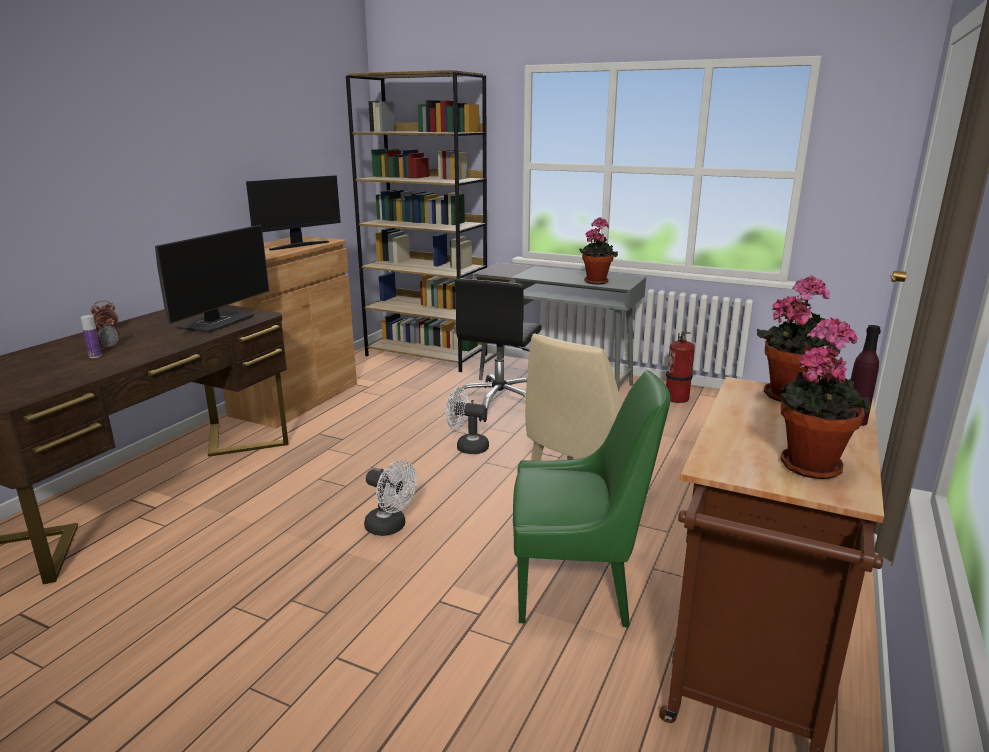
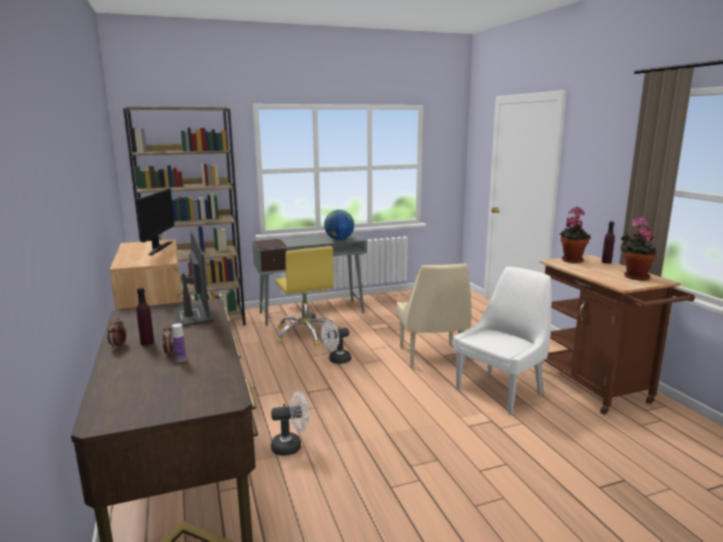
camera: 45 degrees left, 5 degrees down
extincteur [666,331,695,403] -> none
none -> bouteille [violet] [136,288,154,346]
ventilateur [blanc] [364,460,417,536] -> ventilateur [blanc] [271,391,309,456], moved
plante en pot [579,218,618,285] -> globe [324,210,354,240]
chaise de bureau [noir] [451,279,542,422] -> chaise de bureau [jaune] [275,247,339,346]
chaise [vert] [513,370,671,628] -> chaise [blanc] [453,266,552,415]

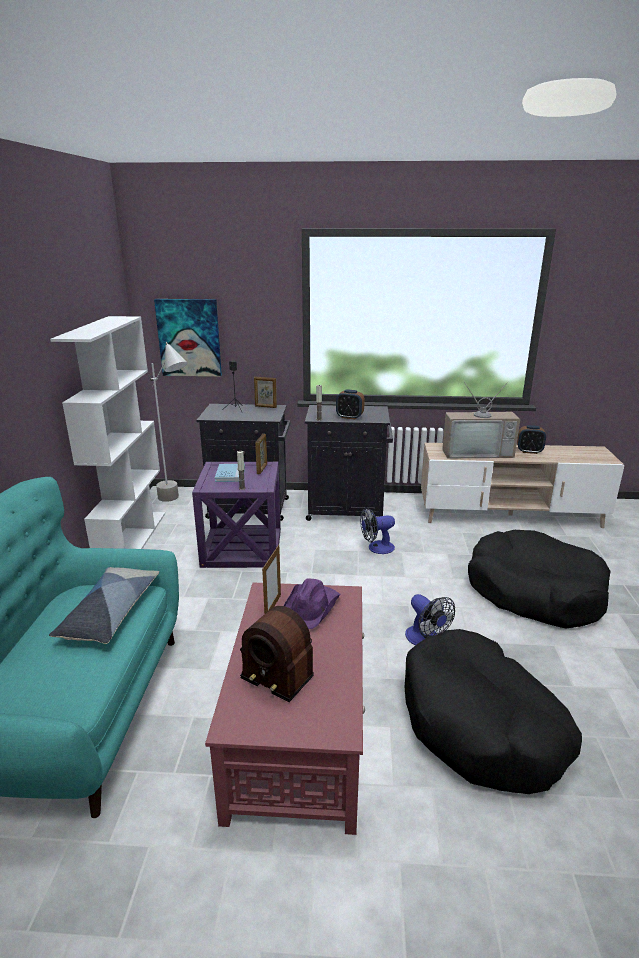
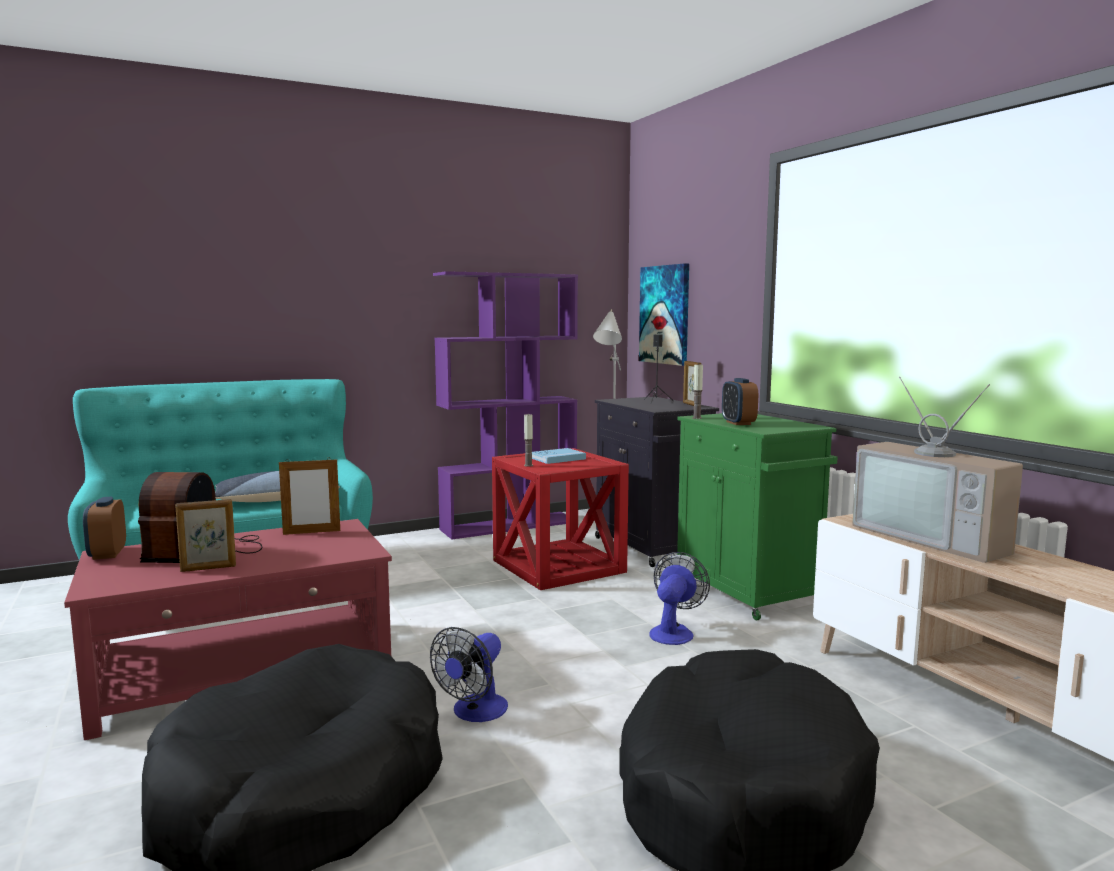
camera: 60 degrees right, 15 degrees down
chapeau [violet] [283,579,340,629] -> none
cadre photo [255,434,267,474] -> cadre photo [175,499,236,572], moved
réveil [517,425,546,454] -> réveil [83,497,126,560], moved
bibliothèque [blanc] [50,316,165,549] -> bibliothèque [violet] [433,271,578,539]
table d'appoint [violet] [192,462,281,568] -> table d'appoint [rouge] [492,448,629,590]
meuble de rangement [noir] [305,405,393,521] -> meuble de rangement [vert] [677,413,838,620]
ventilateur [360,507,395,554] -> ventilateur [649,552,710,645], 75 degrees clockwise

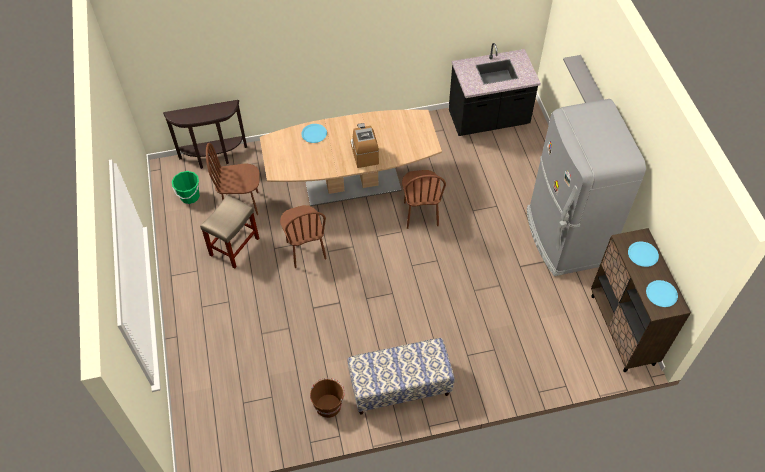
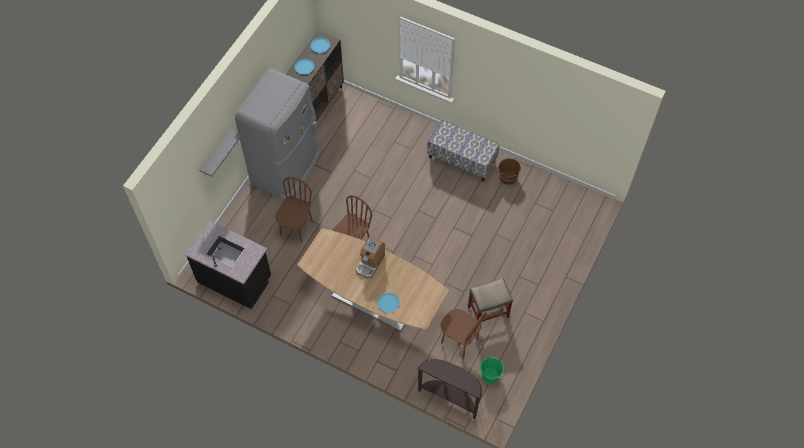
camera: 140 degrees left, 5 degrees up
chaise [marron] [280,205,327,268] -> chaise [marron] [276,177,313,243], moved

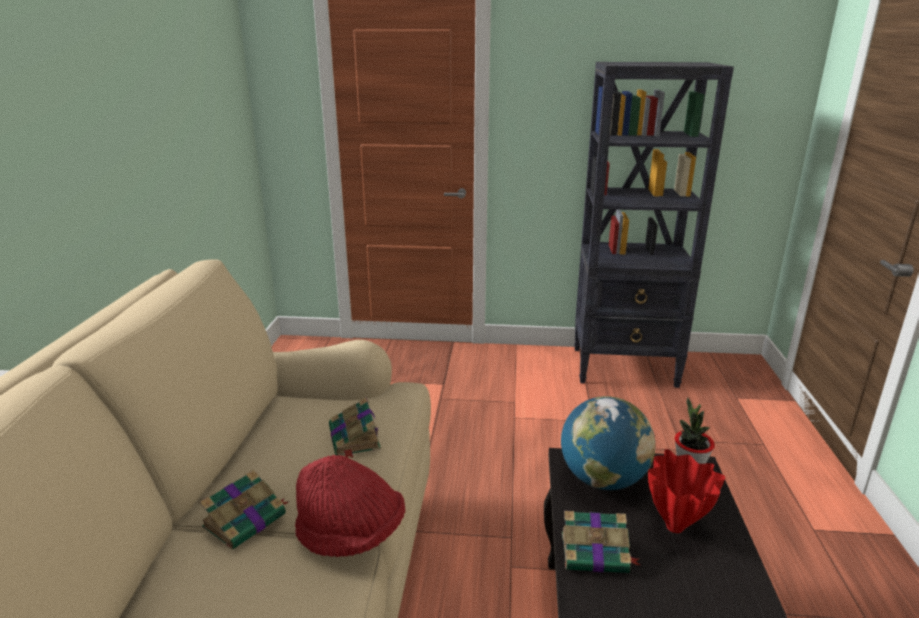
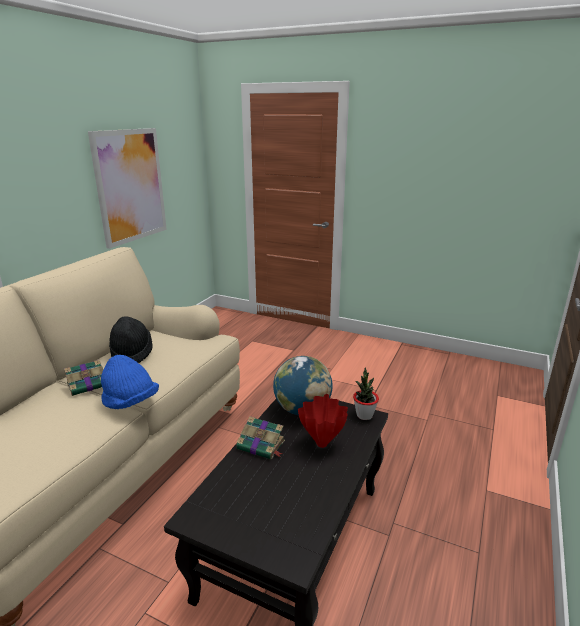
camera: 20 degrees right, 0 degrees up
livre [329,398,381,458] -> none
bibliothèque [noir] [574,62,734,388] -> none
none -> tableau [88,128,167,249]
none -> chapeau [noir] [109,316,153,363]
chapeau [rouge] [295,455,405,557] -> chapeau [bleu] [101,355,159,409]

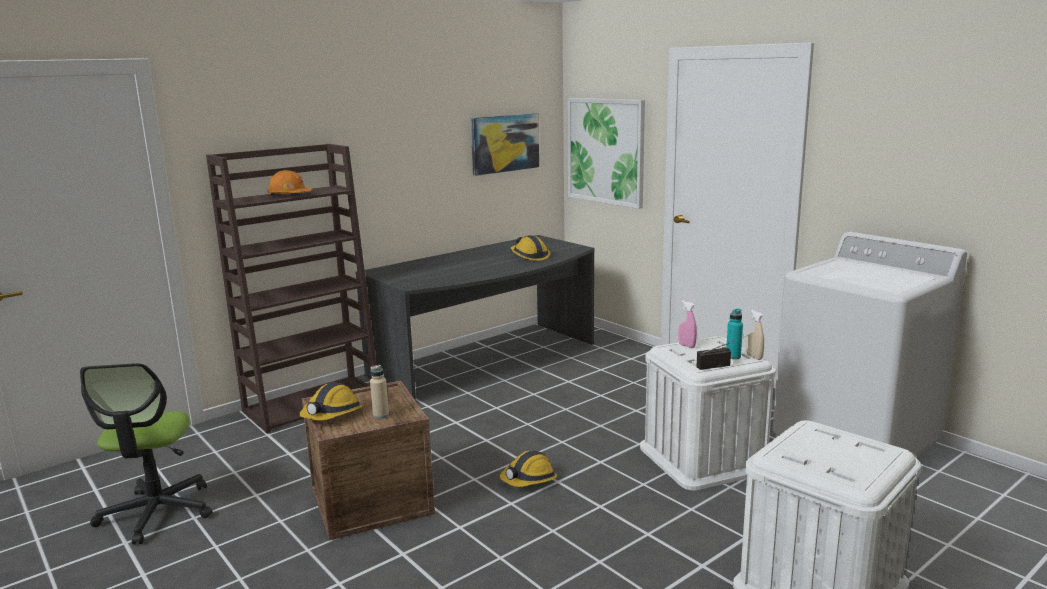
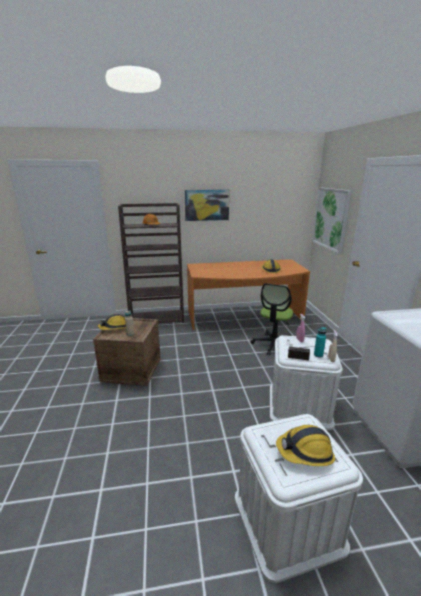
camera: 30 degrees right, 5 degrees up
chaise de bureau [80,363,212,545] -> chaise de bureau [251,283,293,355], moved
tableau [471,113,539,176] -> tableau [184,190,229,221], moved
casque de chantier [500,450,557,487] -> casque de chantier [276,425,335,466], moved
bureau [gris] [355,235,594,401] -> bureau [orange] [187,259,310,330]

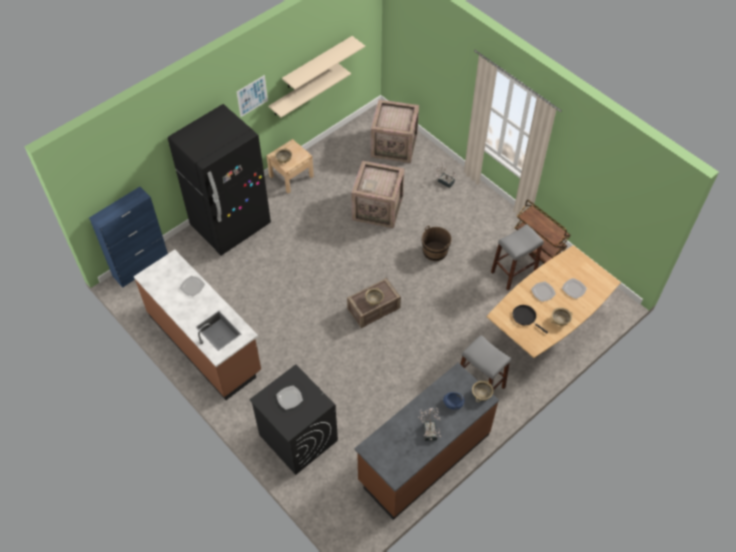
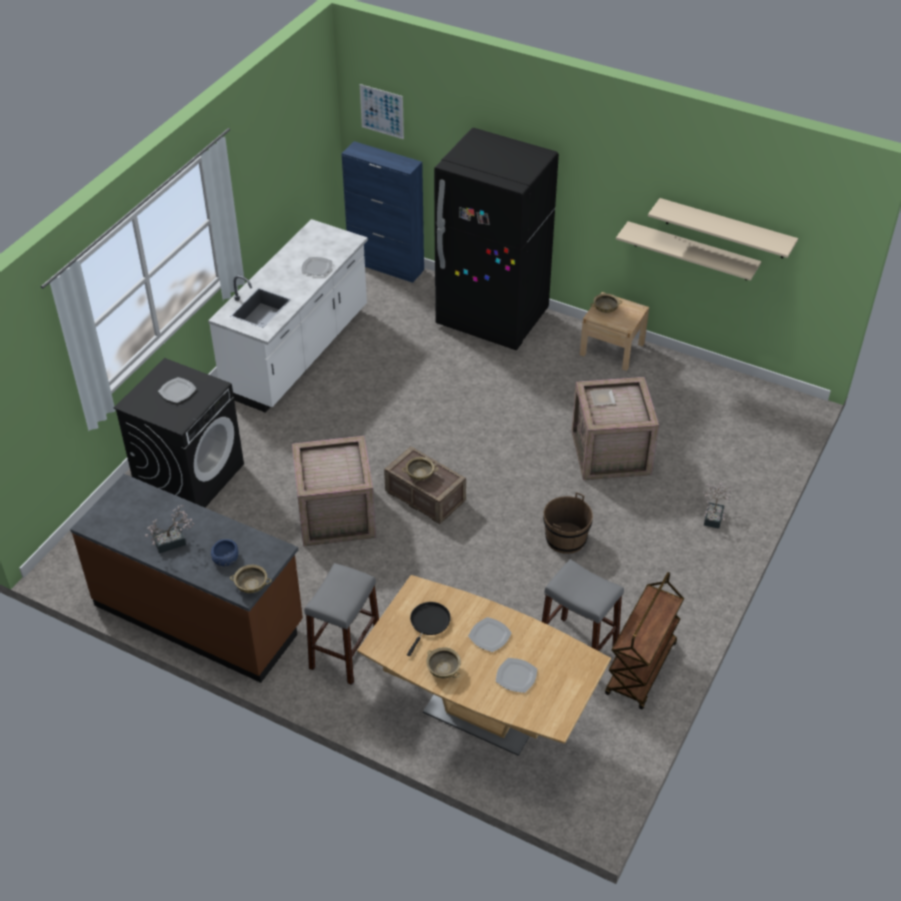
camera: 70 degrees right, 10 degrees down
tableau [237,75,268,117] -> tableau [360,84,404,139], moved
caisse [371,100,419,163] -> caisse [292,436,376,546], moved
comptoir de cuisine [marron] [134,250,261,400] -> comptoir de cuisine [blanc] [208,219,368,413]

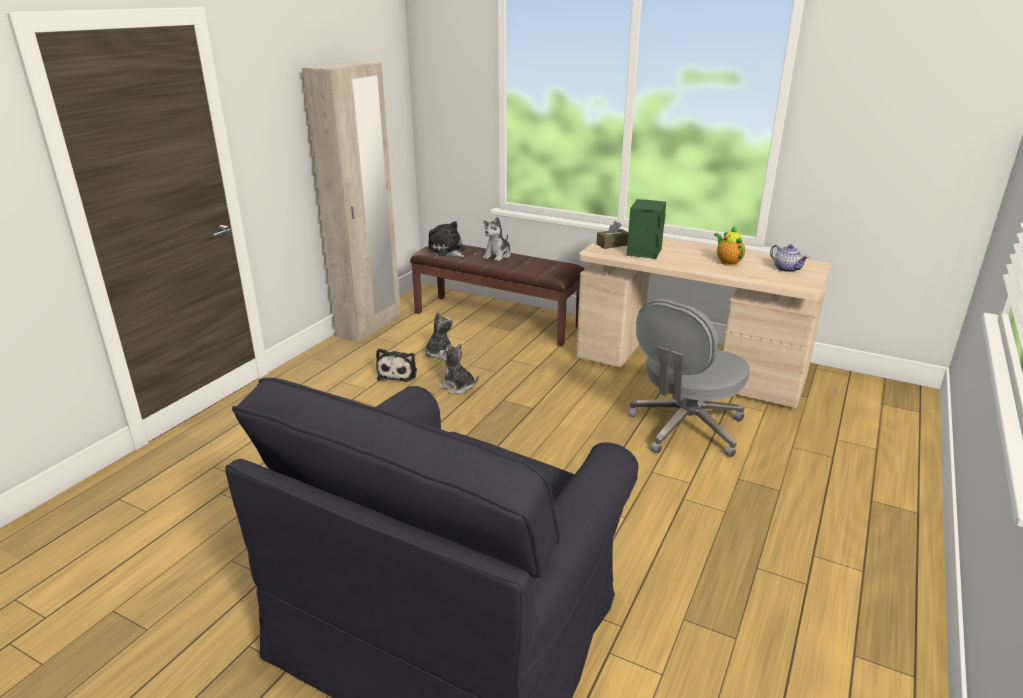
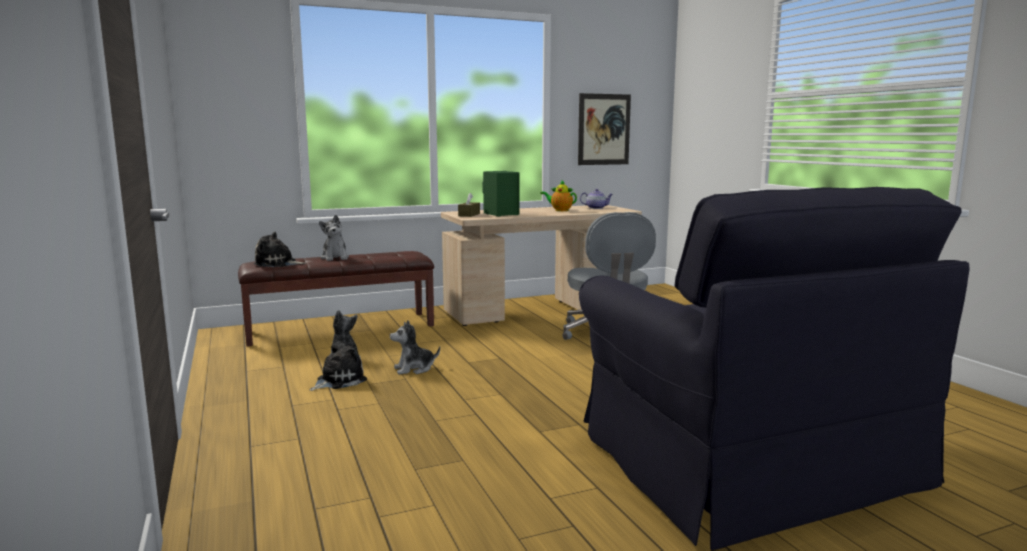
camera: 50 degrees left, 15 degrees down
armoire [beige] [302,61,400,342] -> none
none -> tableau [578,93,631,165]
peluche [376,348,417,382] -> peluche [310,345,367,391], 90 degrees counterclockwise

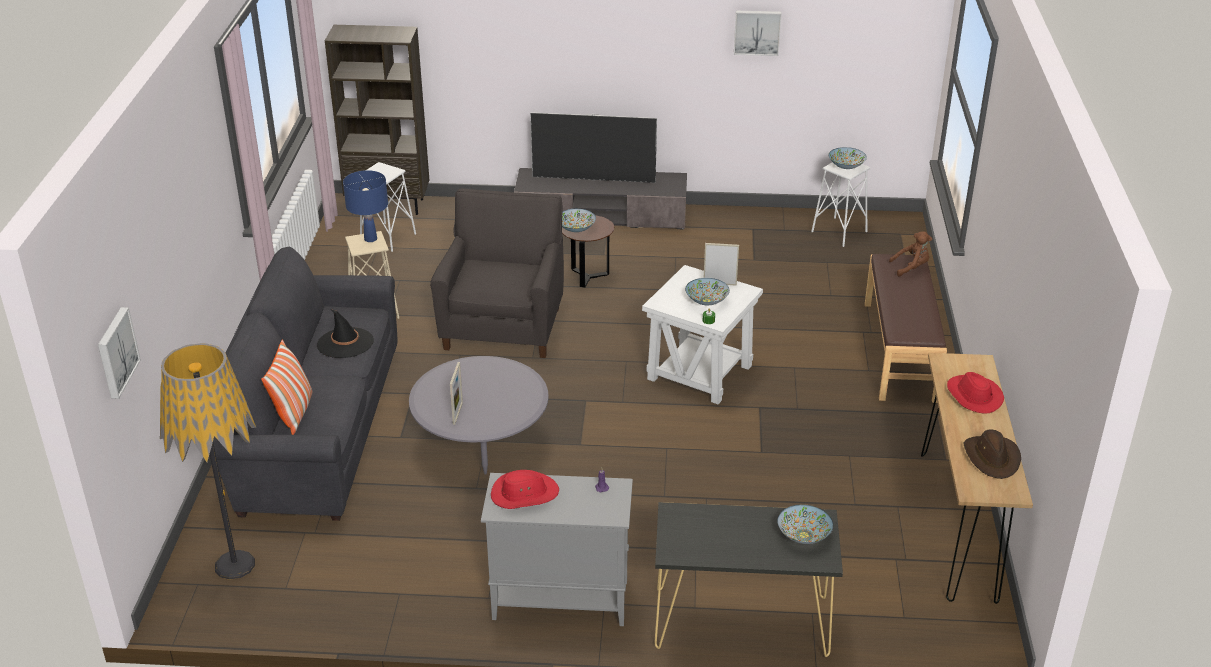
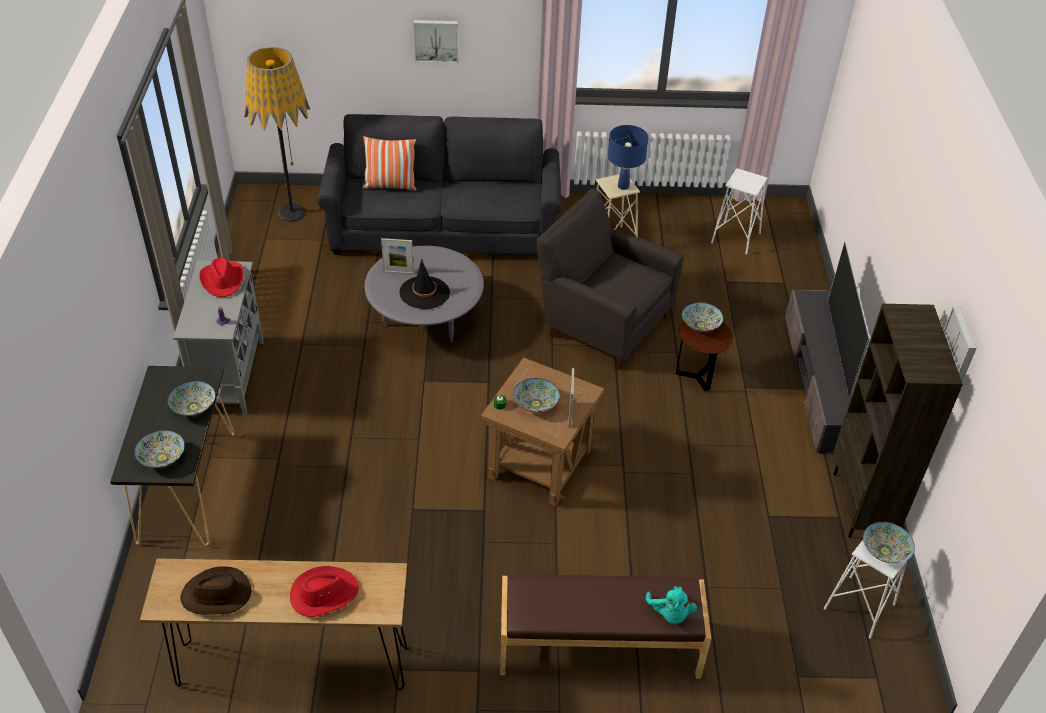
camera: 85 degrees right, 10 degrees up
none -> bol [167,381,215,416]
tableau [98,307,141,399] -> tableau [413,20,459,63], moved
chapeau [noir] [317,309,374,358] -> chapeau [noir] [399,259,450,309], moved
bibliothèque [marron] [325,25,429,215] -> bibliothèque [marron] [833,304,963,538], moved
table d'appoint [blanc] [642,265,763,404] -> table d'appoint [marron] [480,357,605,507]
peluche [marron] [889,231,932,276] -> peluche [turquoise] [646,586,697,624]
fauteuil [gris] [430,189,564,358] -> fauteuil [gris] [537,189,684,369], 150 degrees counterclockwise

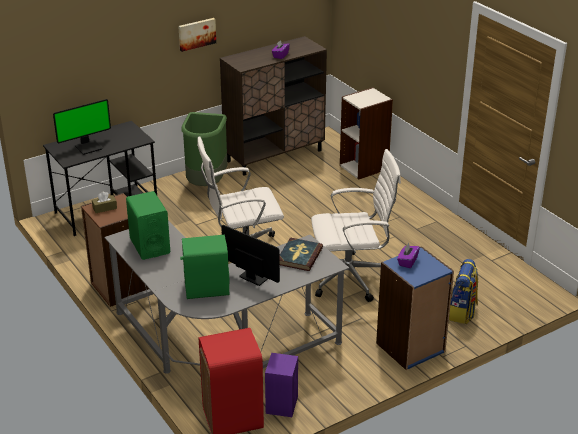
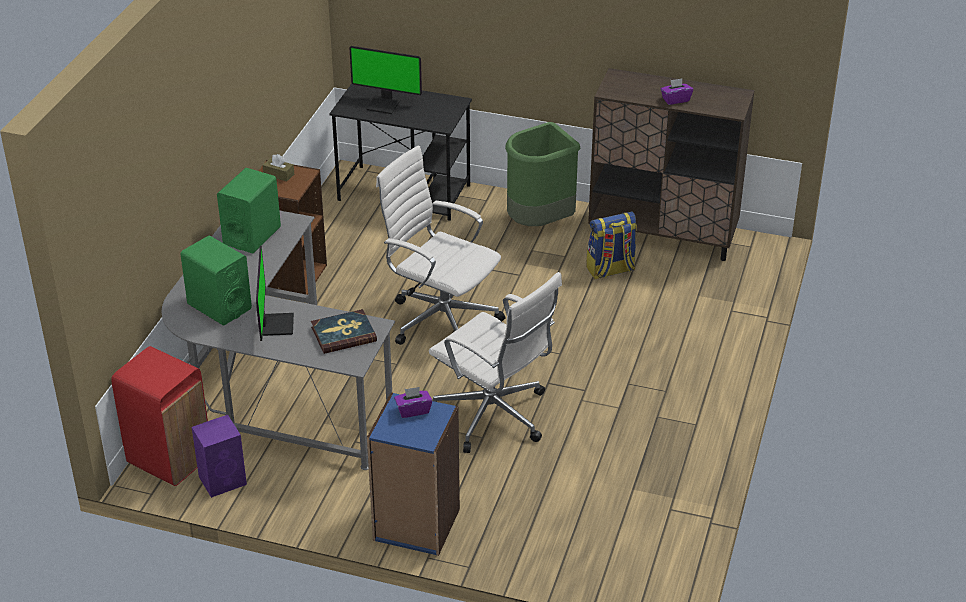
camera: 50 degrees right, 5 degrees up
tableau [178,18,216,52] -> none
bibliothèque [340,87,393,180] -> none
sac à dos [449,259,478,324] -> sac à dos [587,211,637,279], moved

